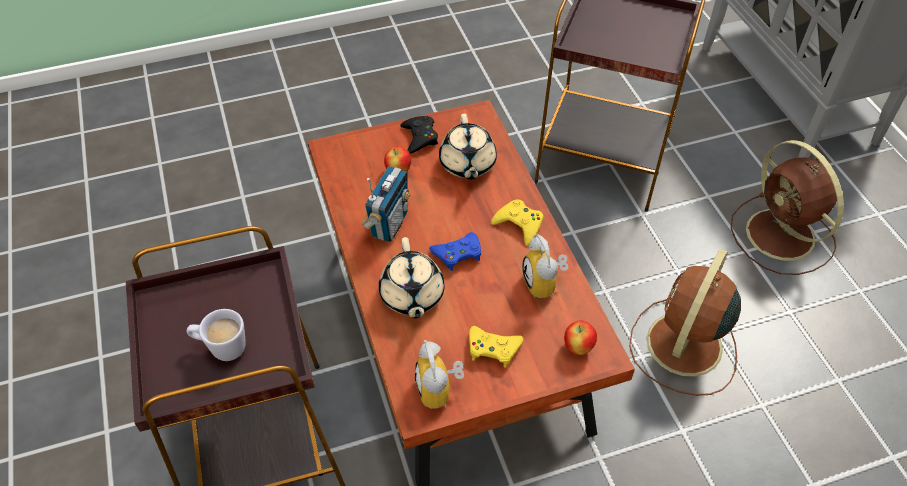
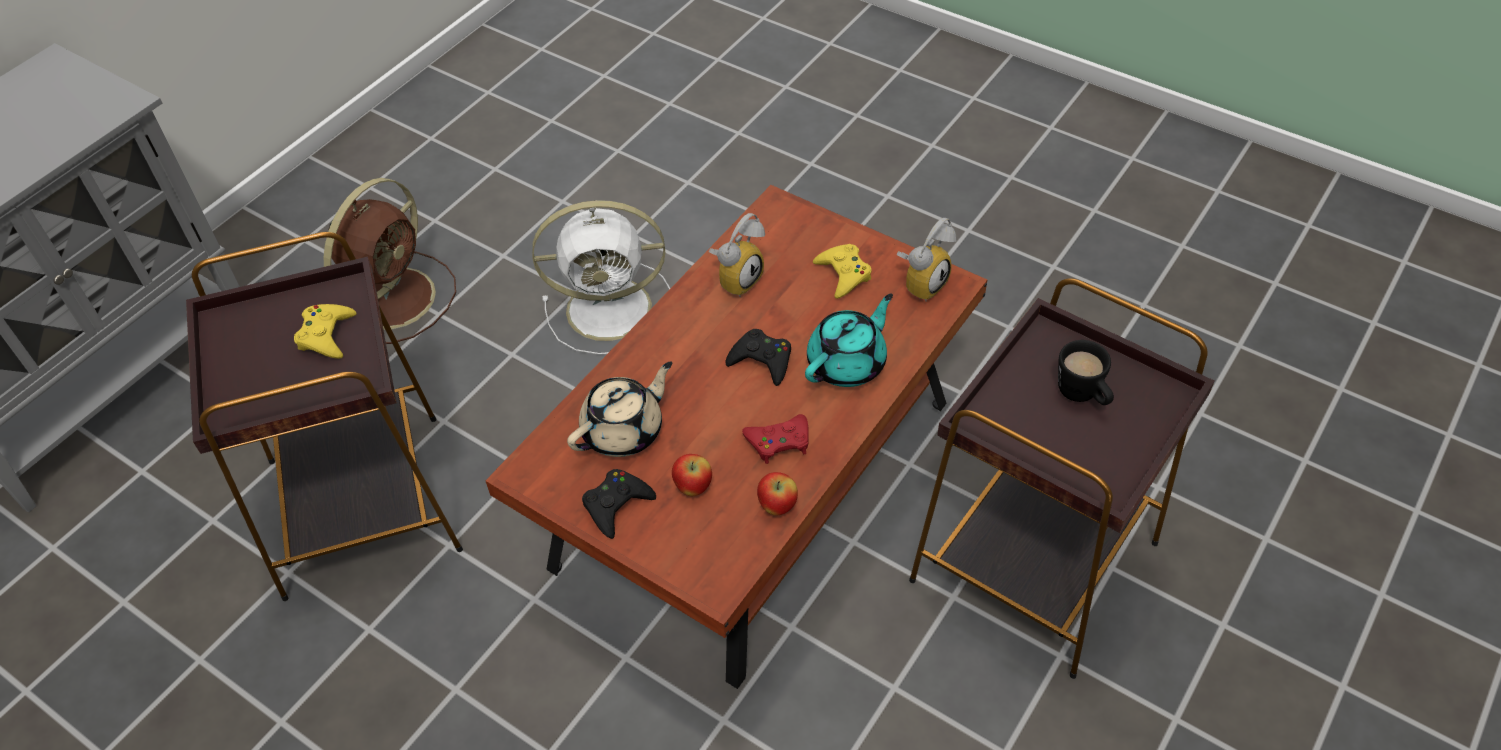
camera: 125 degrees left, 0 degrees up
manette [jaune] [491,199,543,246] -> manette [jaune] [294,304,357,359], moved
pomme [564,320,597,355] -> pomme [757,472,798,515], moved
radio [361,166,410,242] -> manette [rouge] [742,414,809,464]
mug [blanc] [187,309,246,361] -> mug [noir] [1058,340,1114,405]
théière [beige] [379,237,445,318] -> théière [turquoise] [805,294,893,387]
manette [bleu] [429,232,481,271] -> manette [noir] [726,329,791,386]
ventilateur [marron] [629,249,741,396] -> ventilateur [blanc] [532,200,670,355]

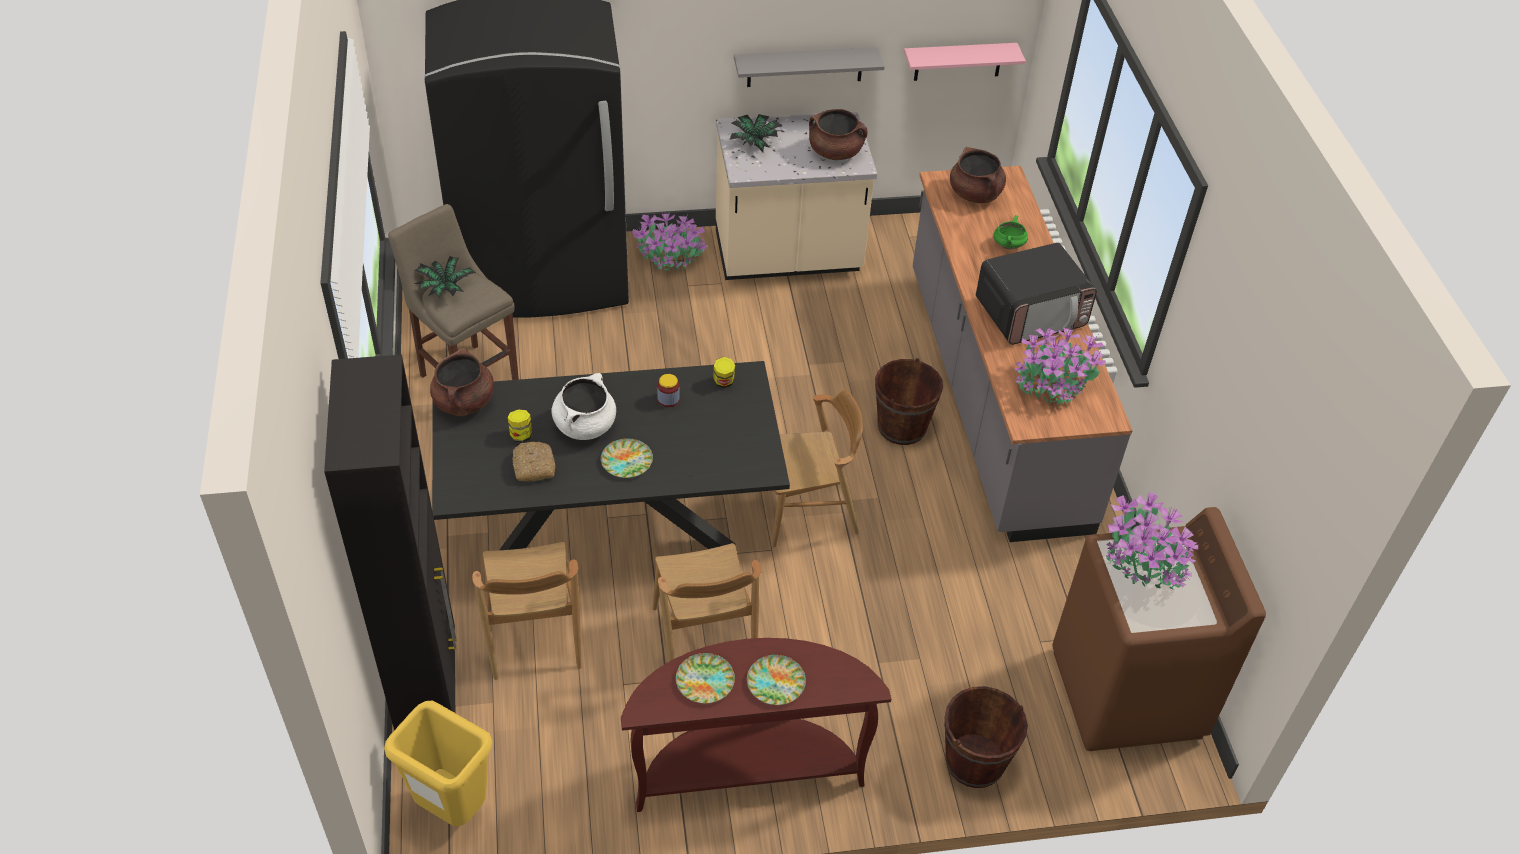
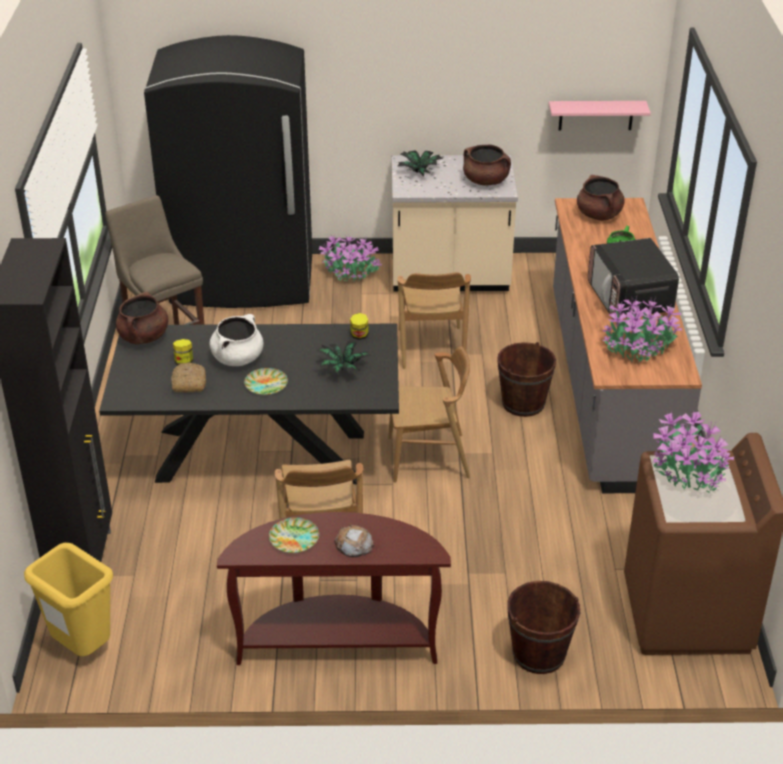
camera: 10 degrees right, 10 degrees down
bocal [657,374,680,407] -> none
étagère [gris] [734,47,885,87] -> none
plante en pot [414,256,476,298] -> plante en pot [315,341,371,374], moved
chaise [marron] [472,542,581,680] -> chaise [marron] [397,272,471,369], moved
assiette [747,655,806,705] -> pain [334,525,374,557]
micro-ondes [976,243,1097,345] -> micro-ondes [588,238,679,319], 90 degrees clockwise

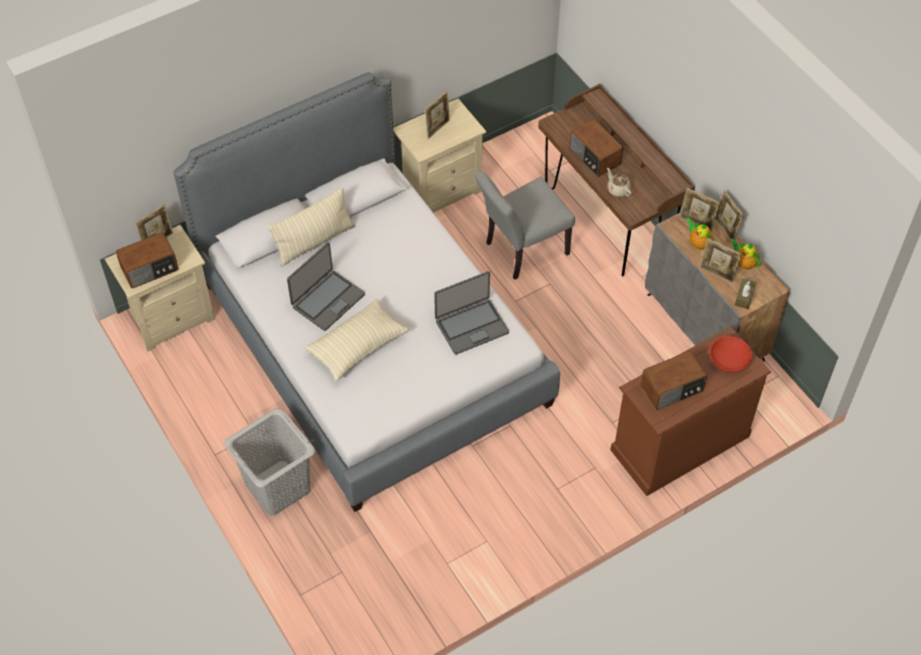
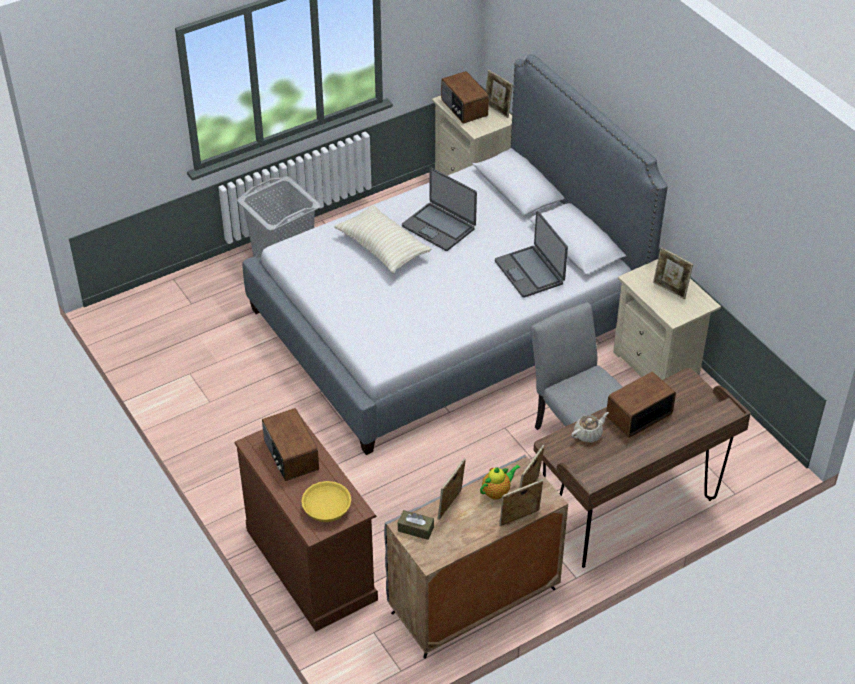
camera: 90 degrees right, 10 degrees down
coussin [beige] [268,187,355,267] -> none
théière [730,238,761,270] -> none
ordinateur portable [434,271,509,355] -> ordinateur portable [495,211,568,298], moved
bol [rouge] [709,336,752,373] -> bol [jaune] [301,481,351,522]

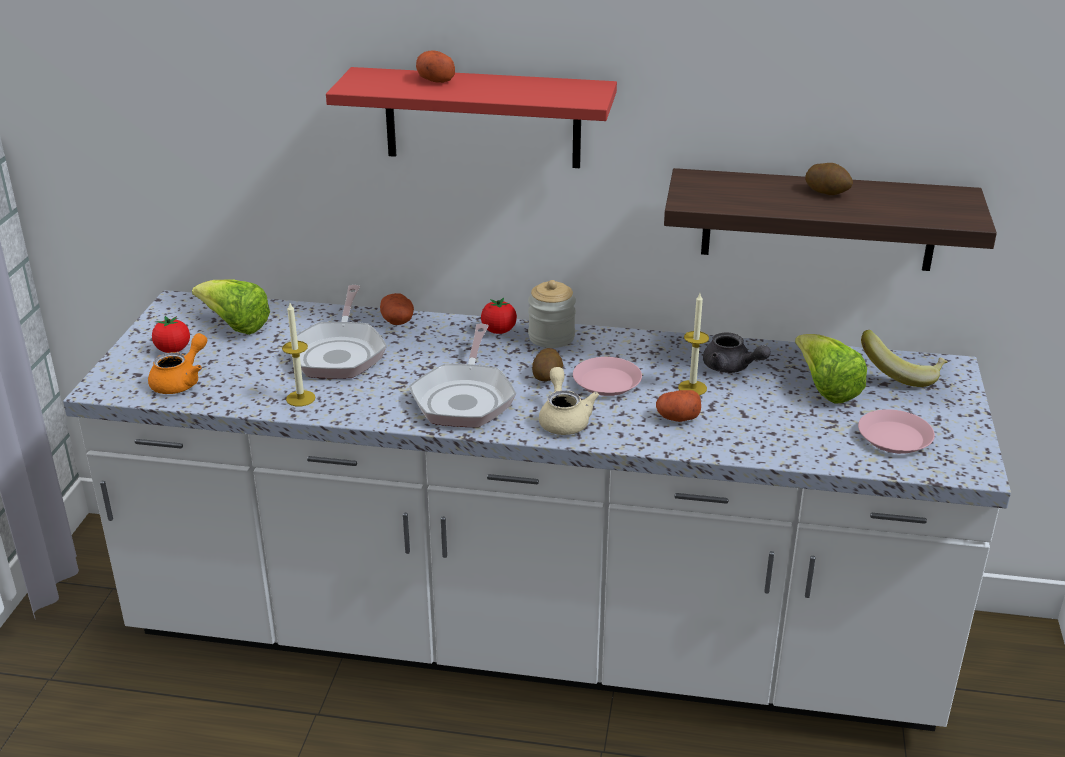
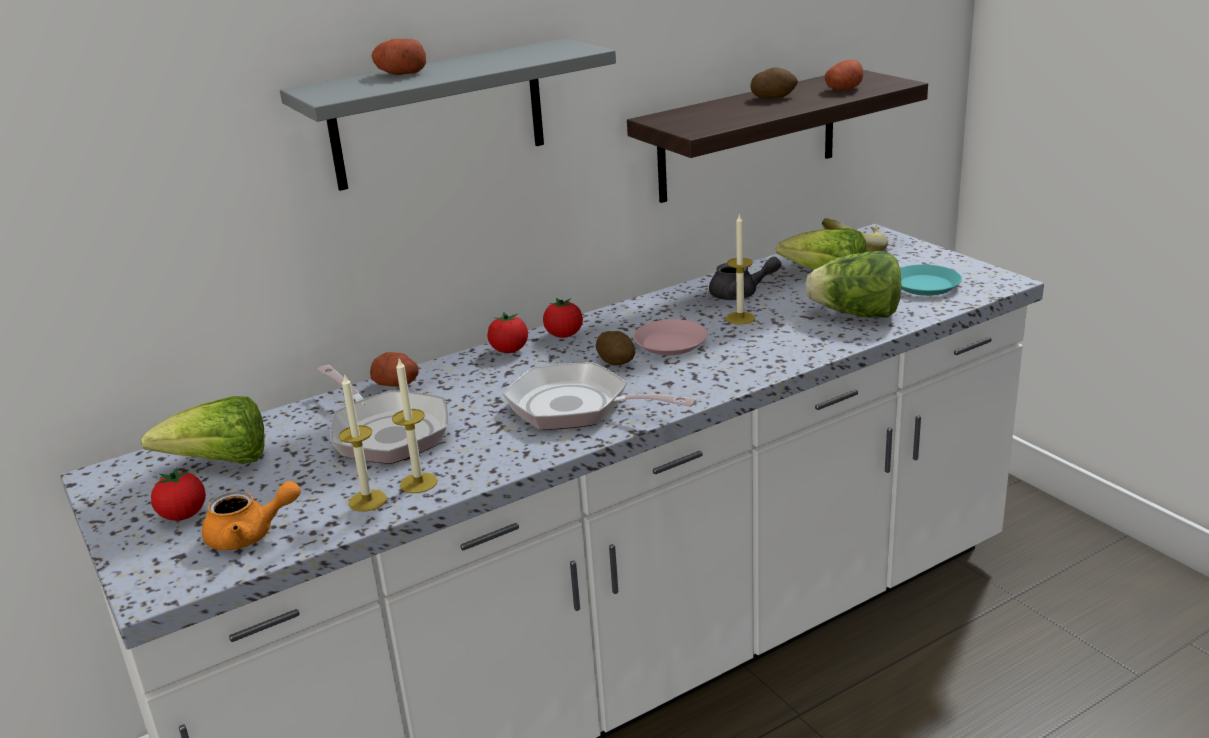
camera: 40 degrees left, 5 degrees down
théière [beige] [539,367,599,435] -> none
none -> bougie [339,373,387,512]
none -> laitue [805,251,901,318]
pomme de terre [656,390,701,422] -> pomme de terre [825,59,863,90], moved
bocal [528,280,576,348] -> tomate [543,298,583,338]
étagère [rouge] [326,67,617,168] -> étagère [gris] [280,38,616,191]
assiette [rose] [858,409,935,454] -> assiette [turquoise] [900,264,962,296]
théière [orange] [148,333,207,394] -> théière [orange] [202,481,301,550], 90 degrees clockwise
poêle [409,324,516,427] -> poêle [503,362,697,430], 150 degrees clockwise

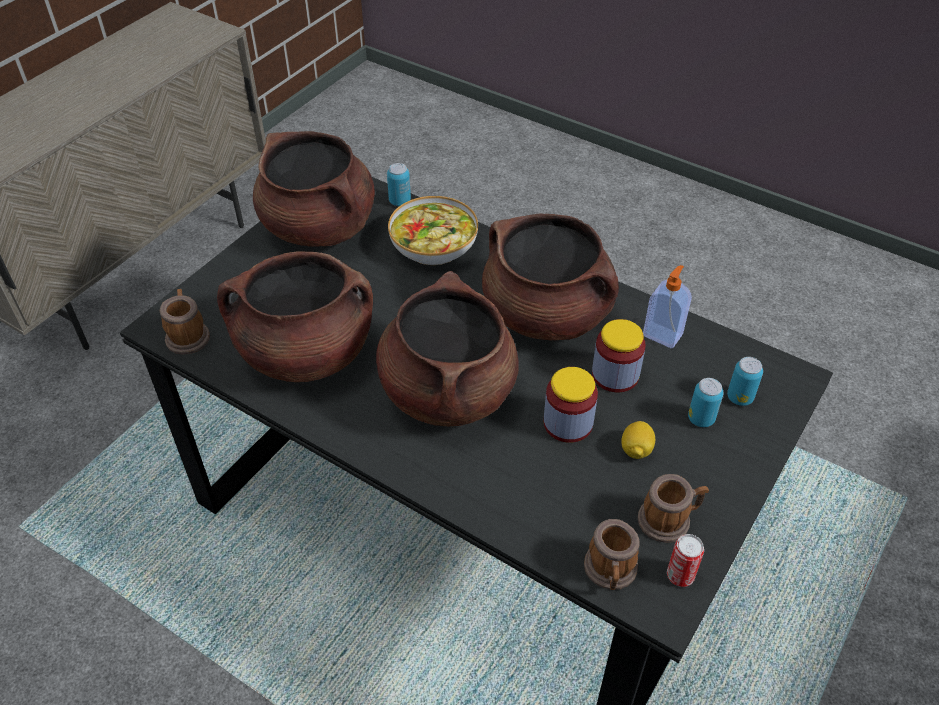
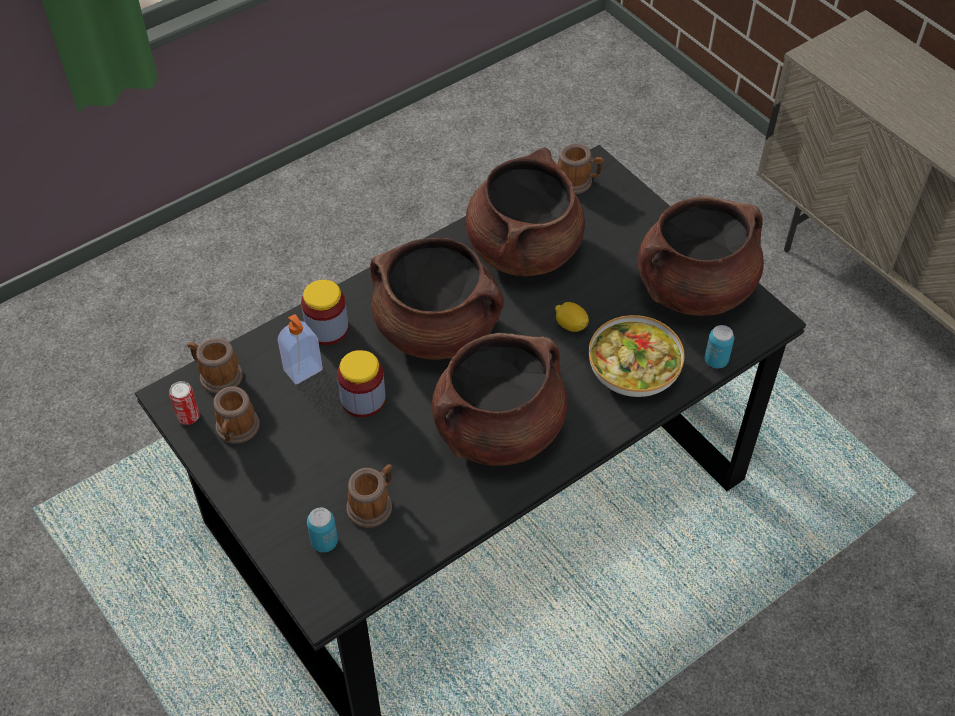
camera: 110 degrees right, 5 degrees up
boîte métallique [688,378,724,427] -> none
none -> mug [346,464,393,528]
bocal [592,319,646,392] -> bocal [301,280,349,345], moved
citron [621,421,655,459] -> citron [555,302,589,332], moved
distributeur de savon [643,265,692,348] -> distributeur de savon [278,314,323,385], moved

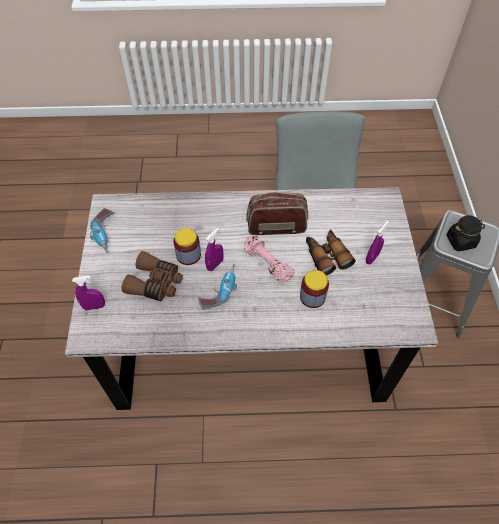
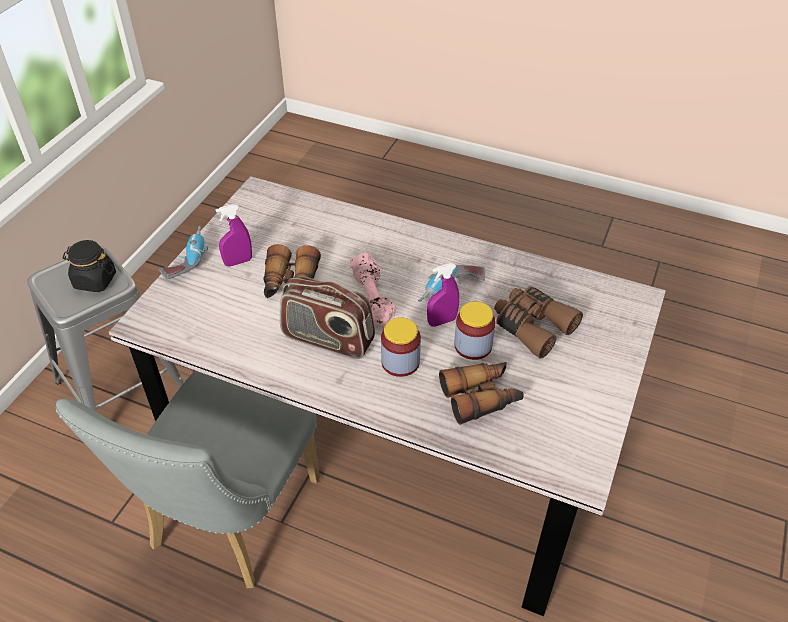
camera: 155 degrees left, 10 degrees down
vaporisateur [violet] [72,276,105,310] -> none
none -> jumelles [439,362,524,425]
perceuse [90,208,114,253] -> perceuse [159,226,208,280], moved
bocal [300,270,329,308] -> bocal [381,317,421,377], moved

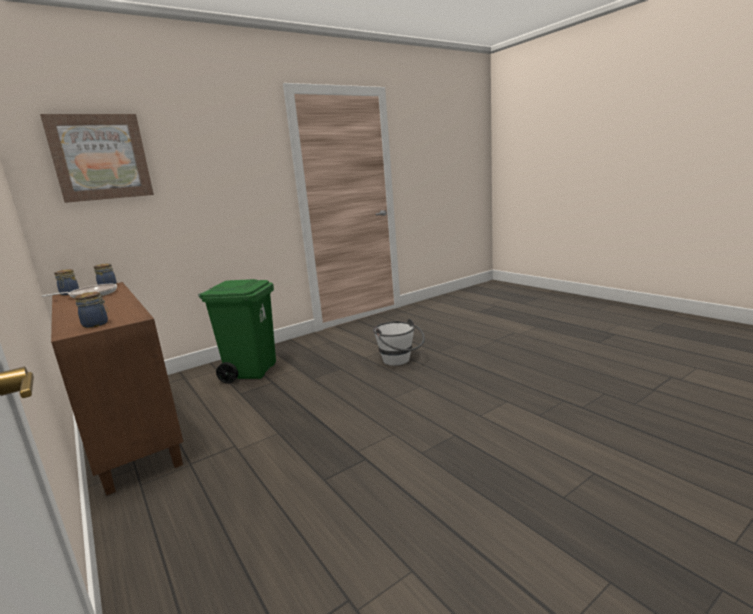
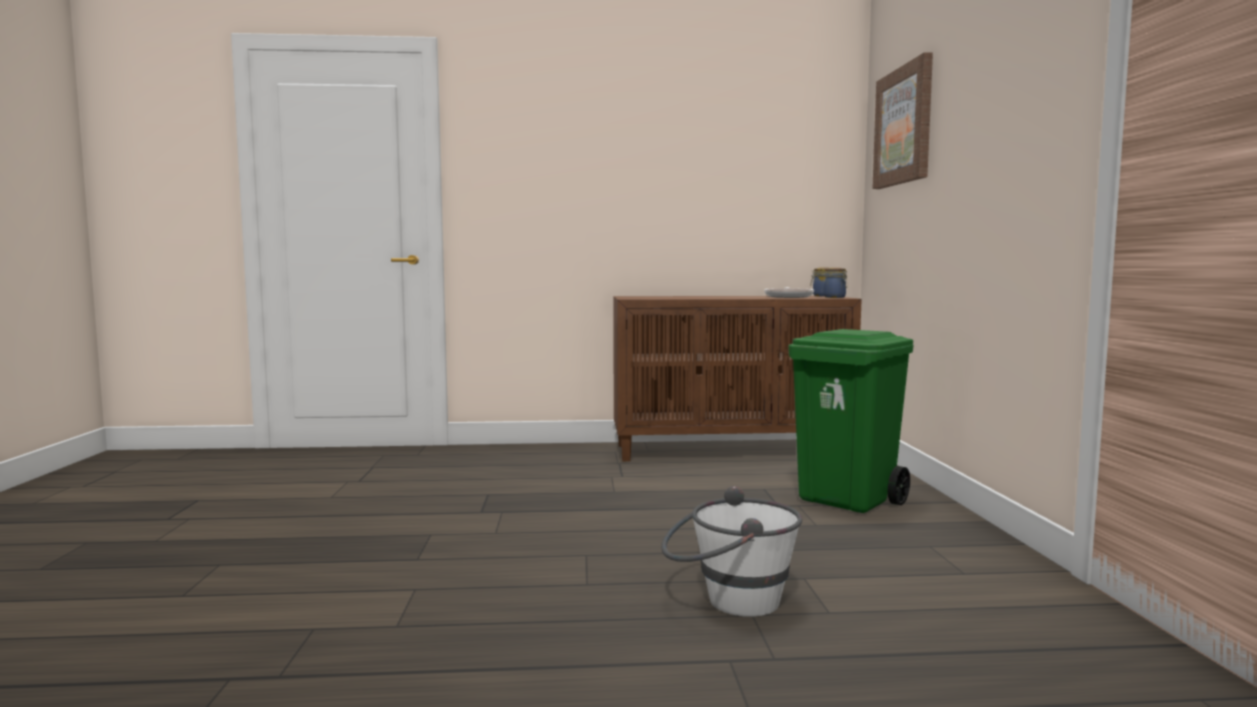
camera: 120 degrees right, 10 degrees down
bocal [75,292,108,328] -> none

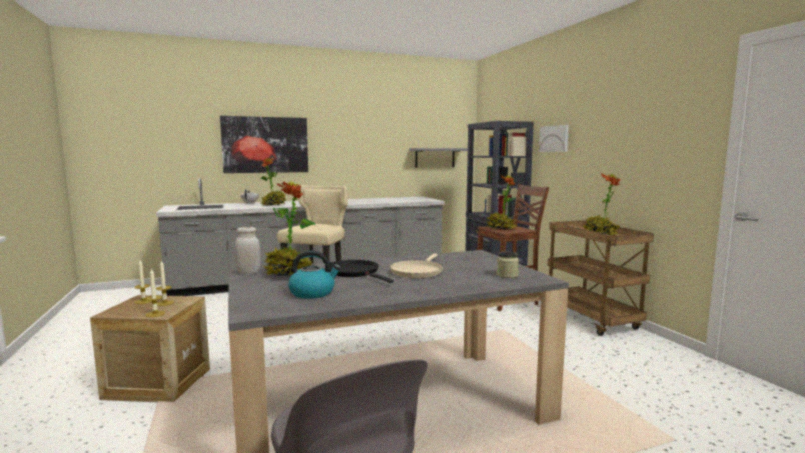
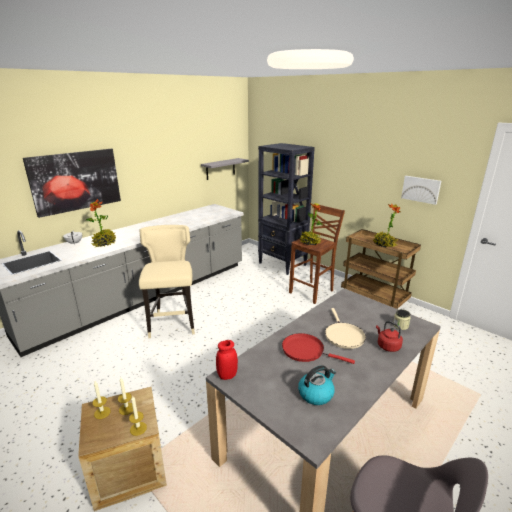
camera: 25 degrees left, 15 degrees up
plante en pot [264,182,315,277] -> none
none -> bouilloire [rouge] [376,321,403,352]
tableau [539,125,569,152] -> tableau [401,176,441,205], moved
bocal [blanc] [235,227,261,274] -> bocal [rouge] [216,340,238,380]
poêle [noir] [329,260,394,283] -> poêle [rouge] [282,333,355,364]

